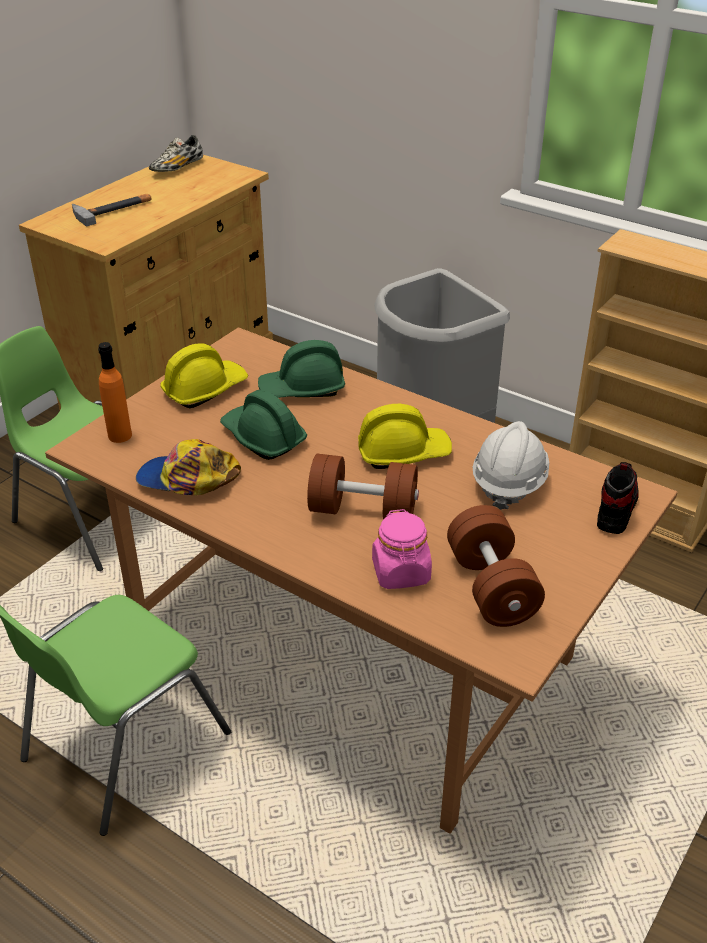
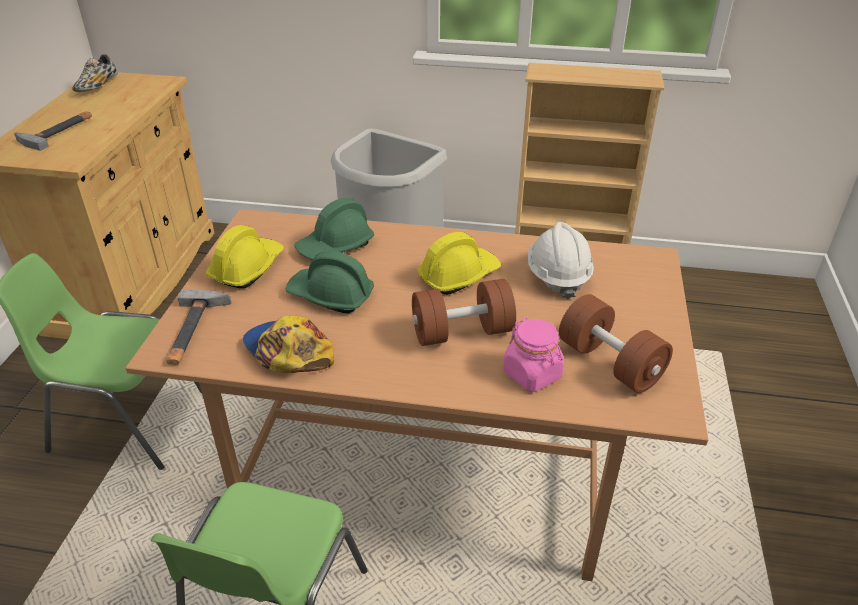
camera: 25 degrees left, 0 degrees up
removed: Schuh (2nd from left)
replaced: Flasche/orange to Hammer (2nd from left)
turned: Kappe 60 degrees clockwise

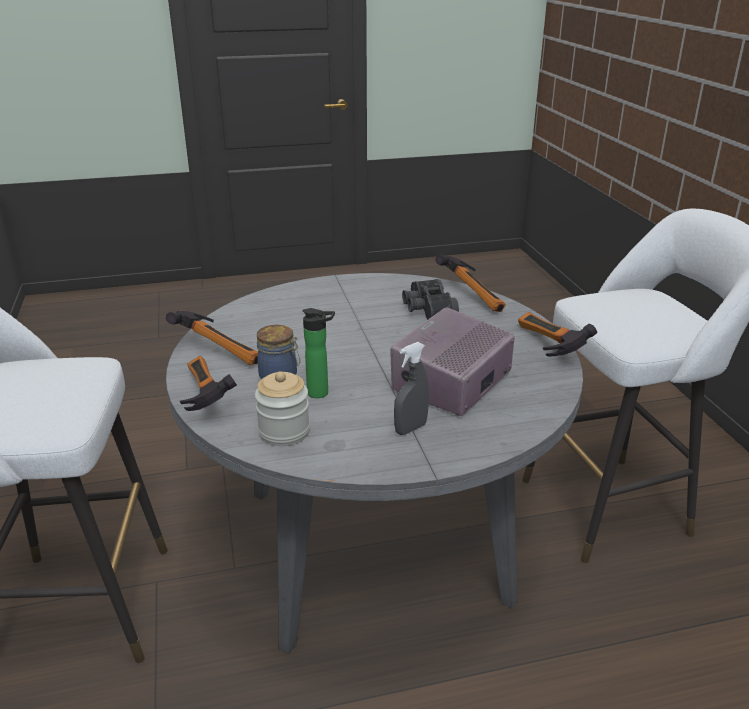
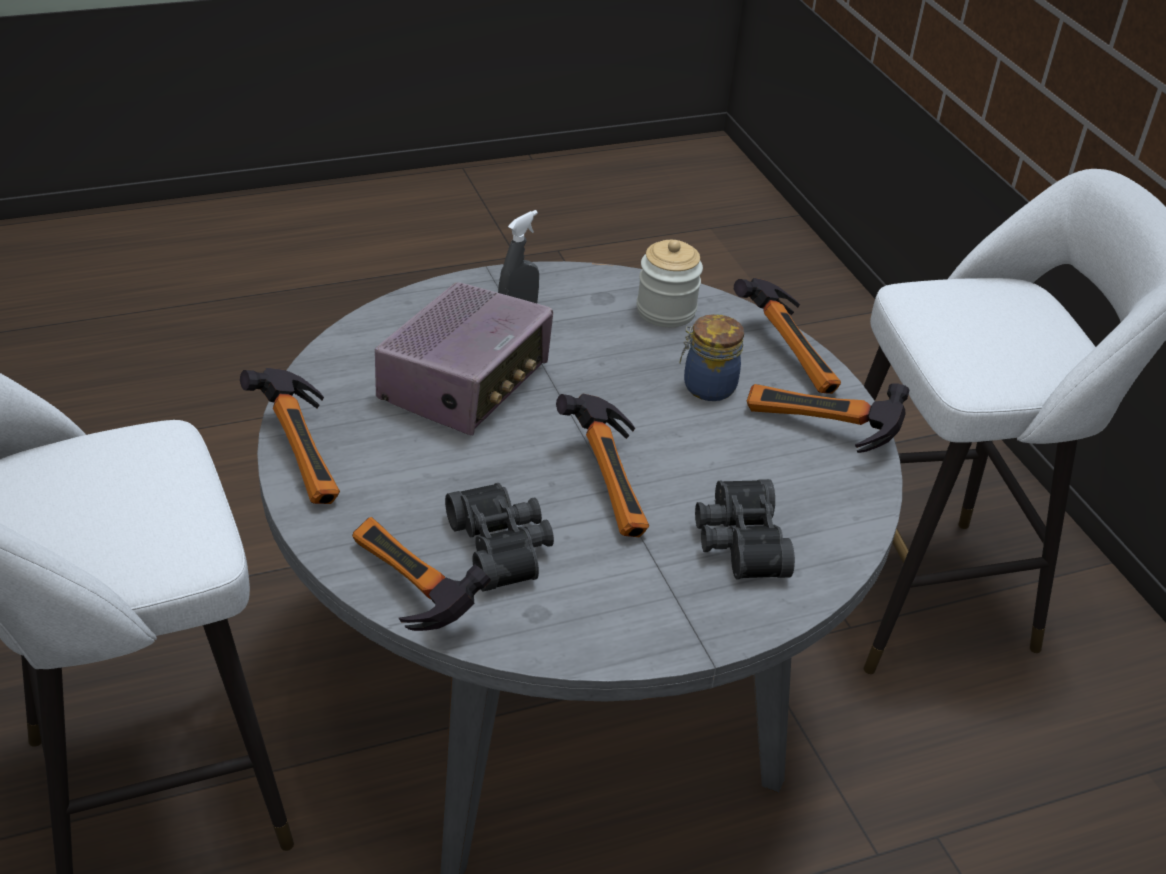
camera: 170 degrees right, 10 degrees up
removed: Flasche
added: Hammer (3rd from left); Fernglas/schwarz (2nd from left)

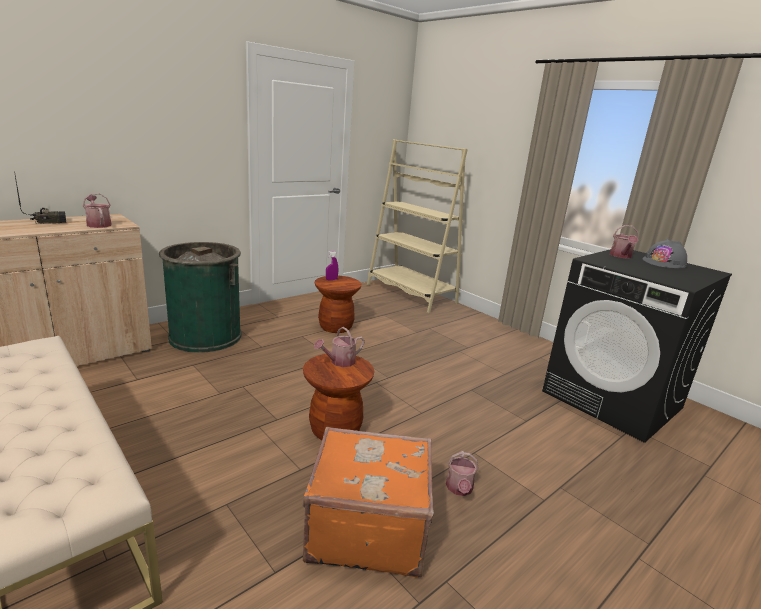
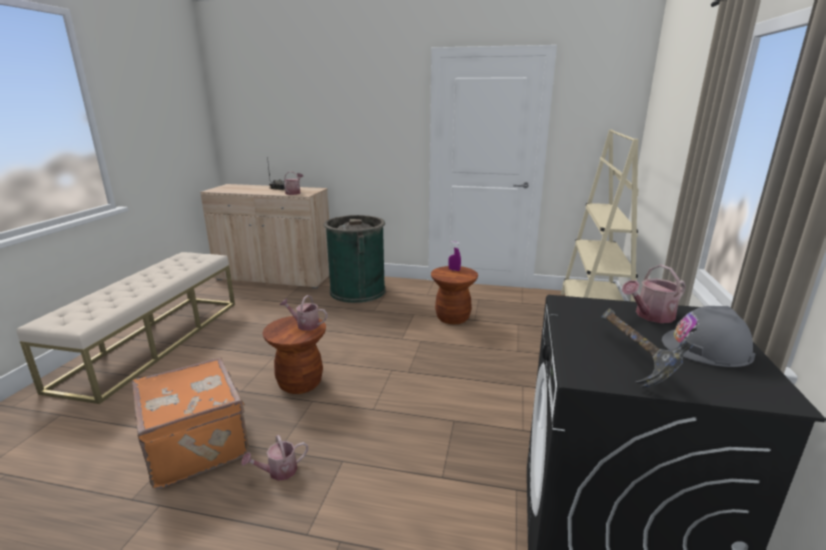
camera: 55 degrees right, 0 degrees up
added: Hammer

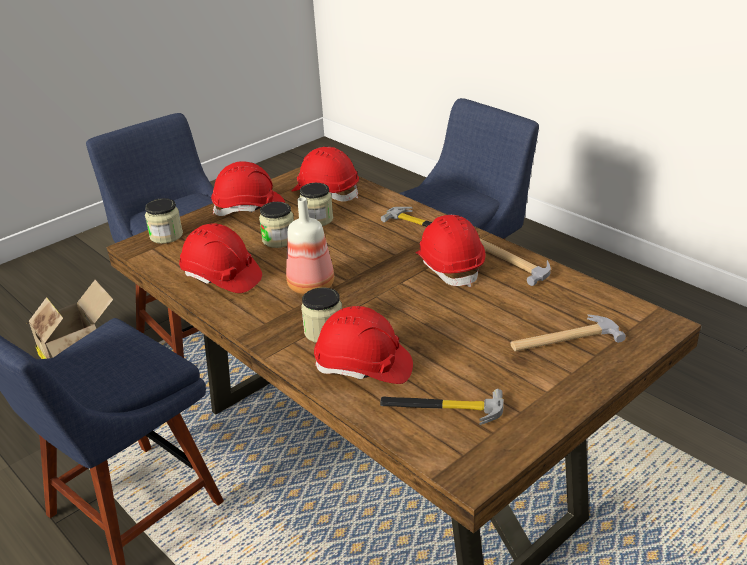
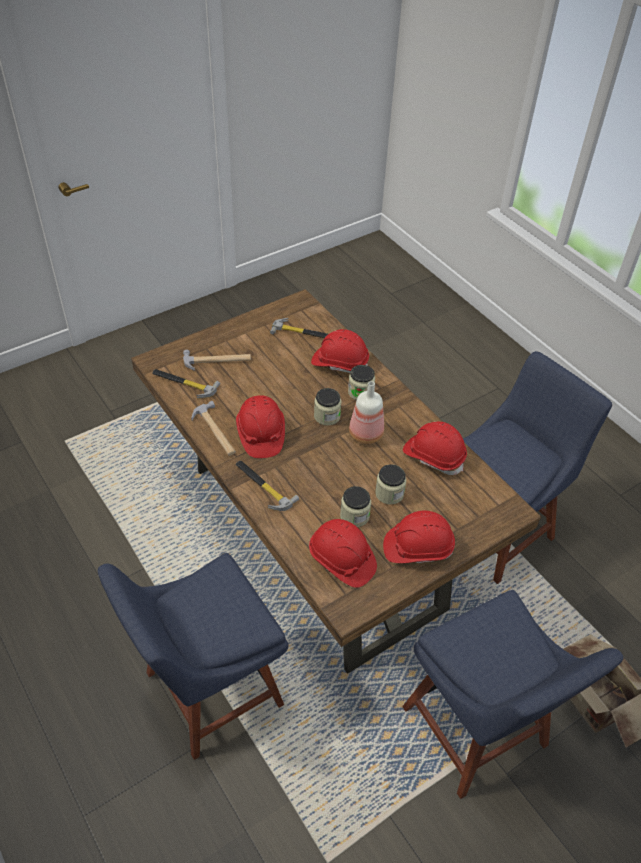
camera: 175 degrees left, 15 degrees up
added: Hammer (1st from left)
moved: Vorratsglas (1st from left)

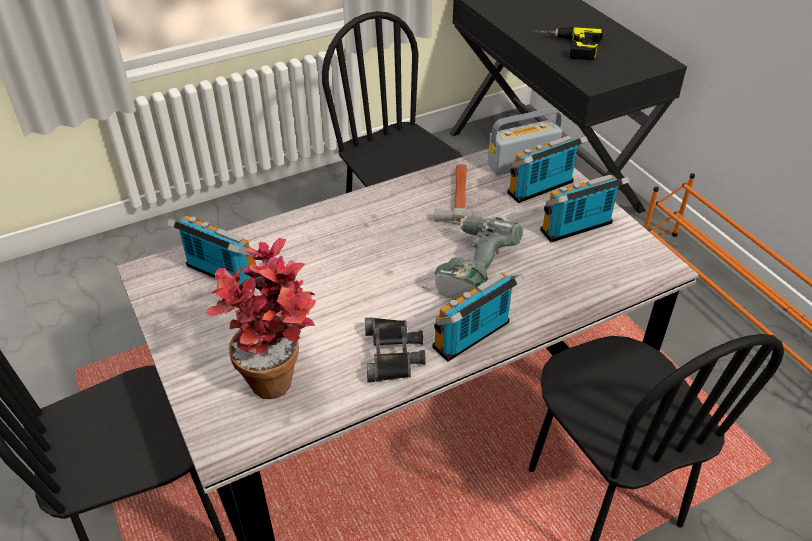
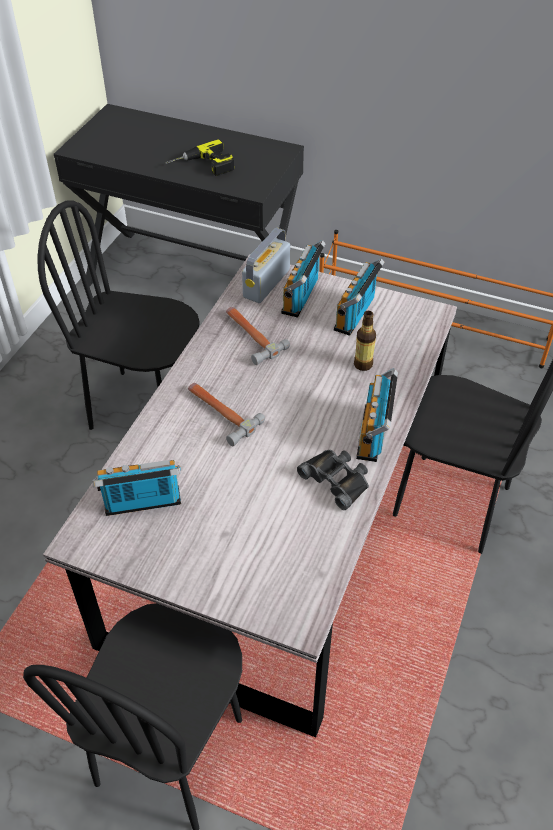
camera: 40 degrees left, 5 degrees up
removed: Topfpflanze; Bohrmaschine (1st from left)
added: Hammer (1st from left); Flasche

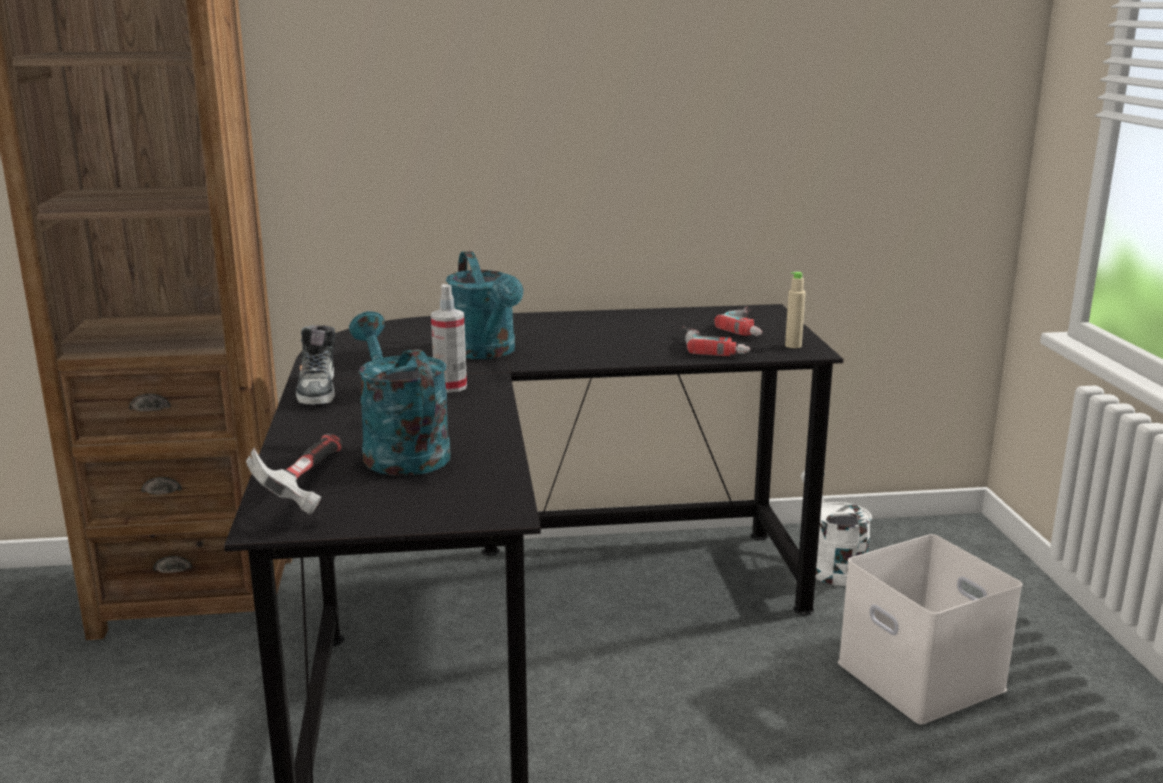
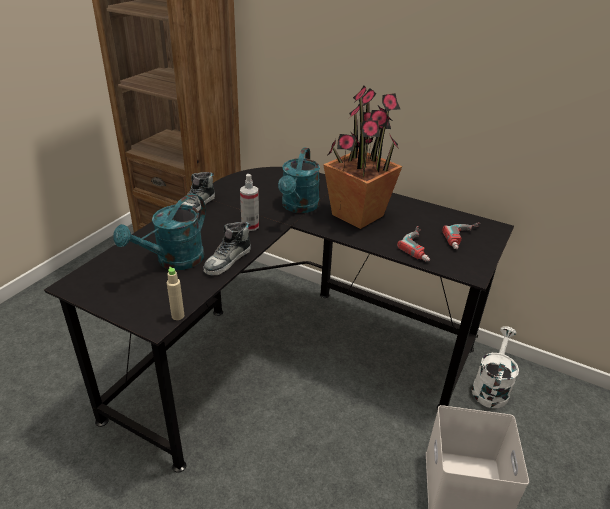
camera: 35 degrees right, 15 degrees up
removed: Hammer
added: Schuh (2nd from left); Topfpflanze
moved: Flasche/beige
turned: Gießkanne/türkis (1st from left) 150 degrees counterclockwise

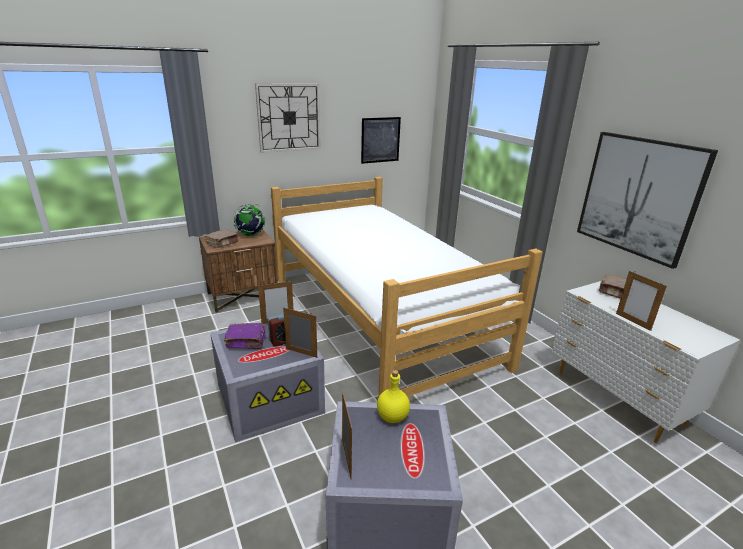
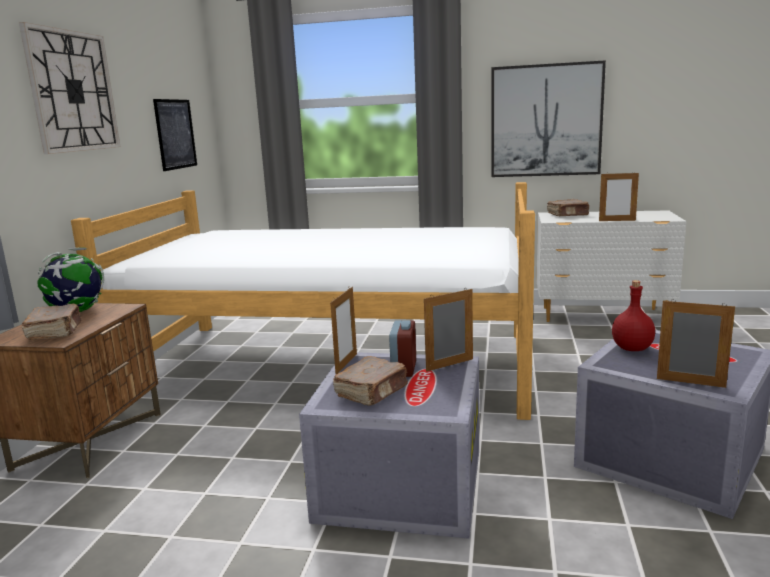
camera: 50 degrees left, 10 degrees down
recoloured: Buch/lila to Buch/braun (2nd from left); Flasche/gelb to Flasche/rot

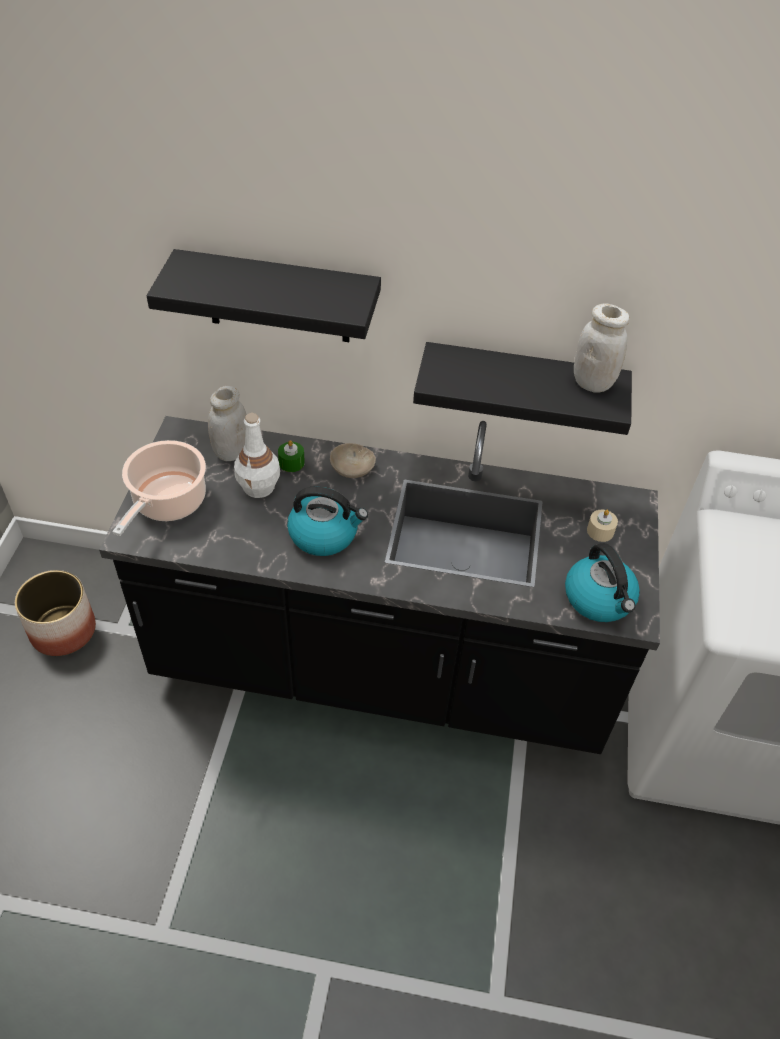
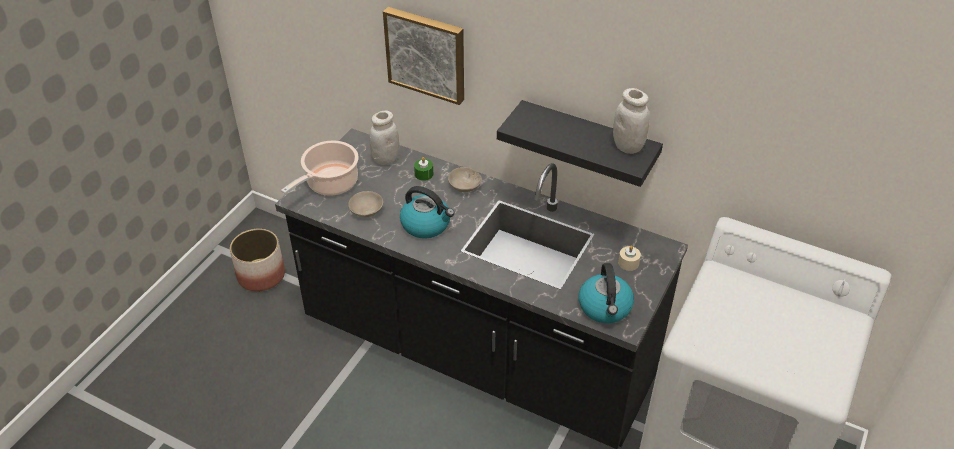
camera: 20 degrees right, 5 degrees down
removed: Flasche/weiß
added: Schüssel/beige (1st from left)
replaced: Wandregal/schwarz (1st from left) to Bild

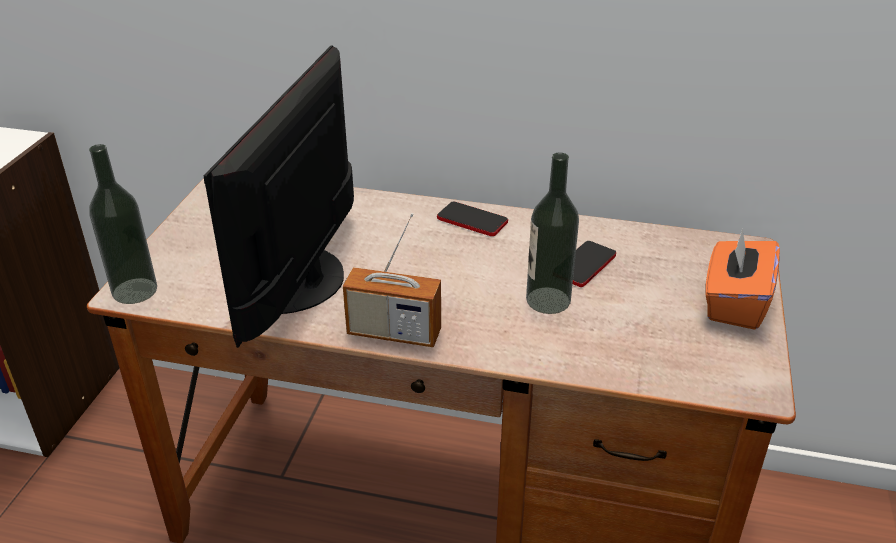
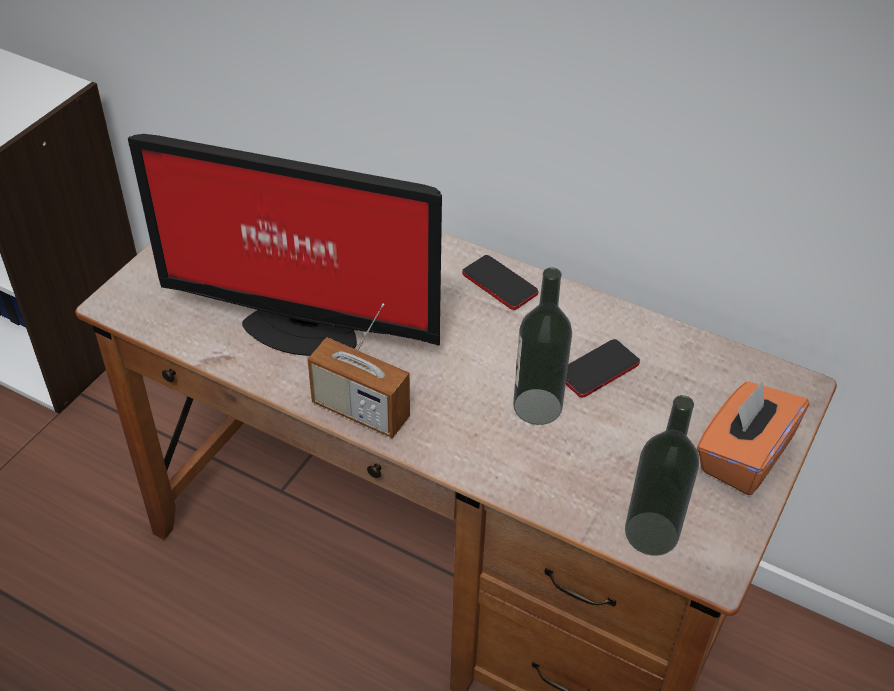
camera: 15 degrees right, 10 degrees up
moved: Flasche (1st from left in the first image) to Flasche (2nd from left)
turned: Monitor 105 degrees counterclockwise

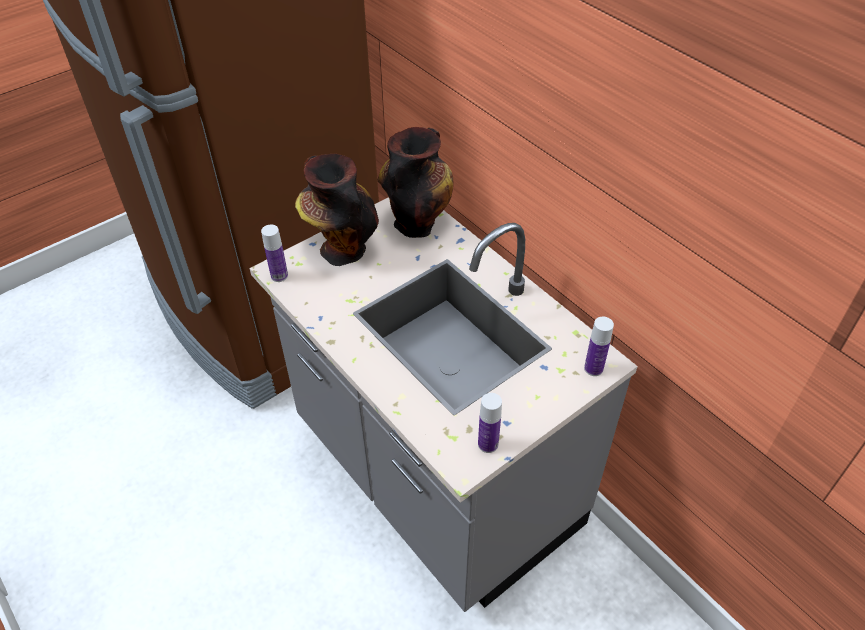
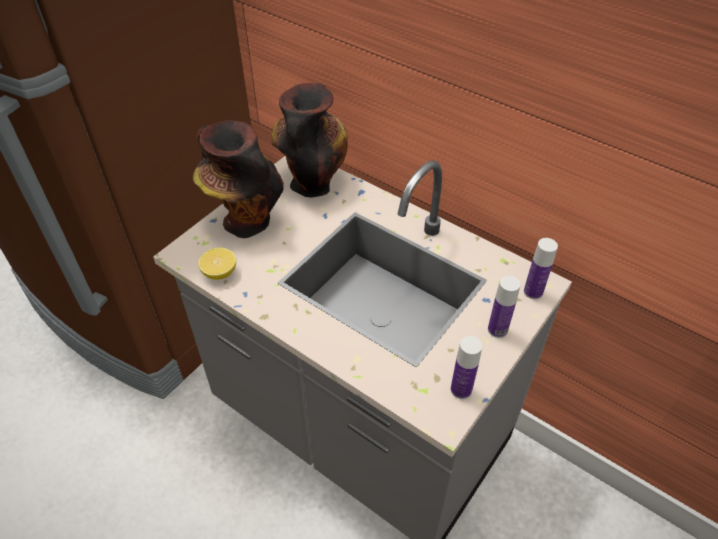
camera: 15 degrees left, 0 degrees up
added: Zitrone
moved: Flasche (1st from left in the first image) to Flasche (2nd from left)

